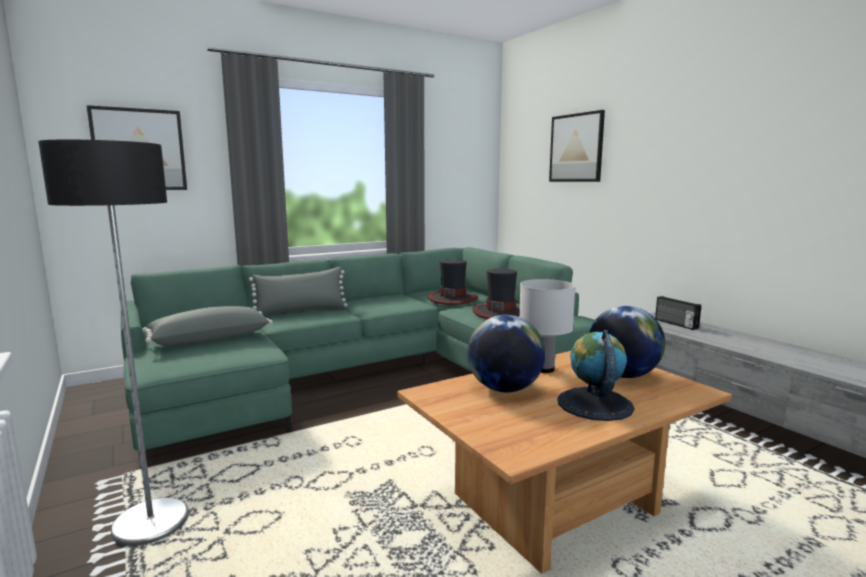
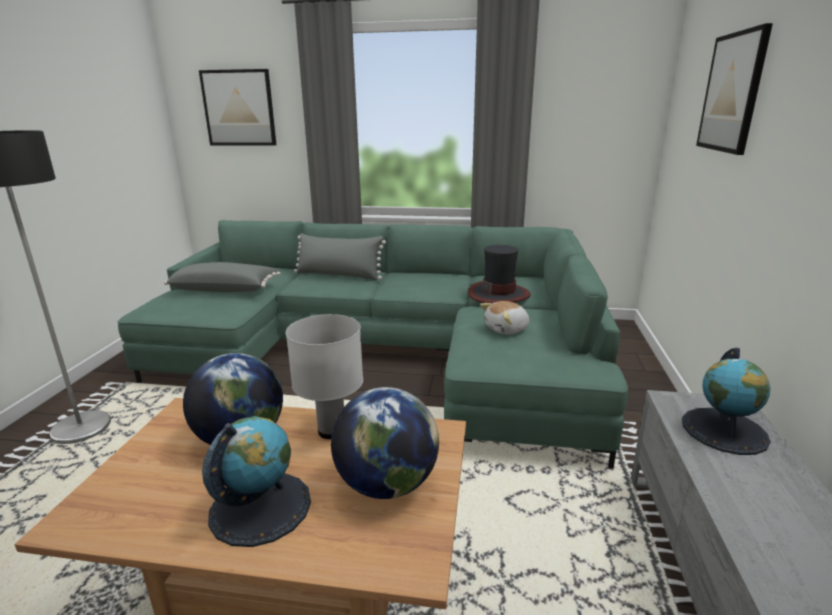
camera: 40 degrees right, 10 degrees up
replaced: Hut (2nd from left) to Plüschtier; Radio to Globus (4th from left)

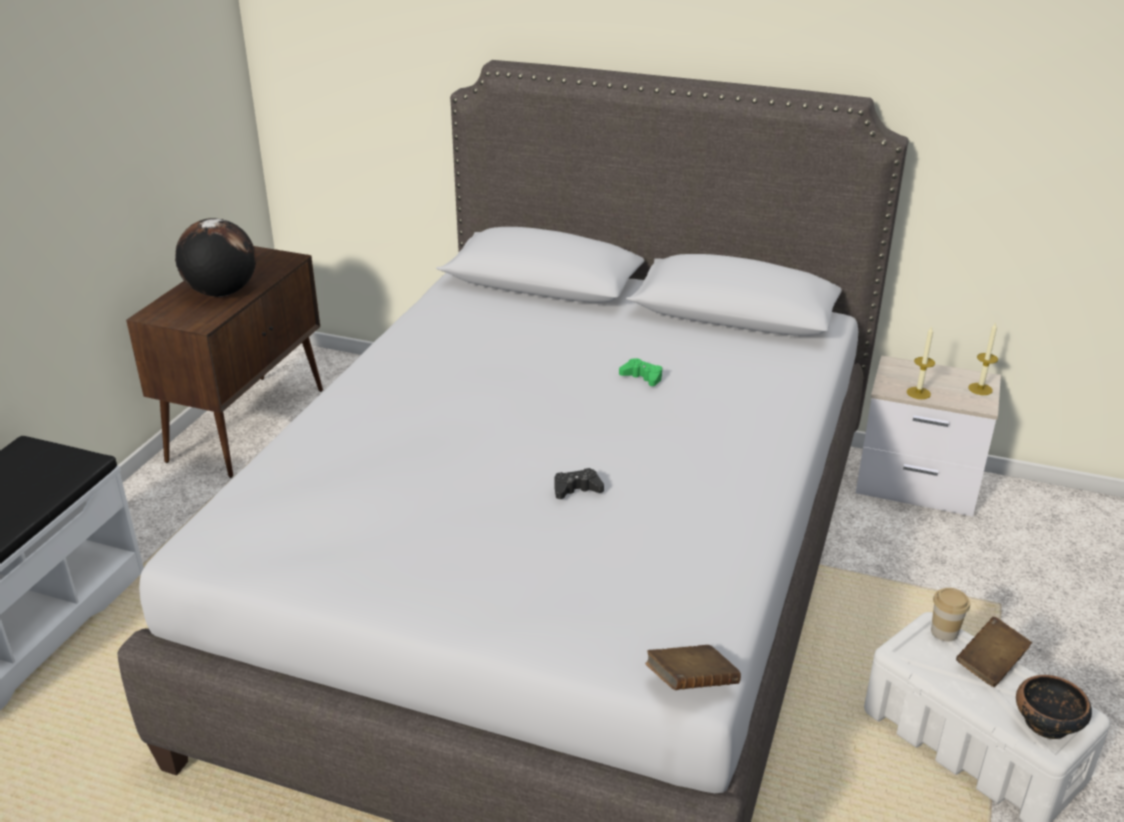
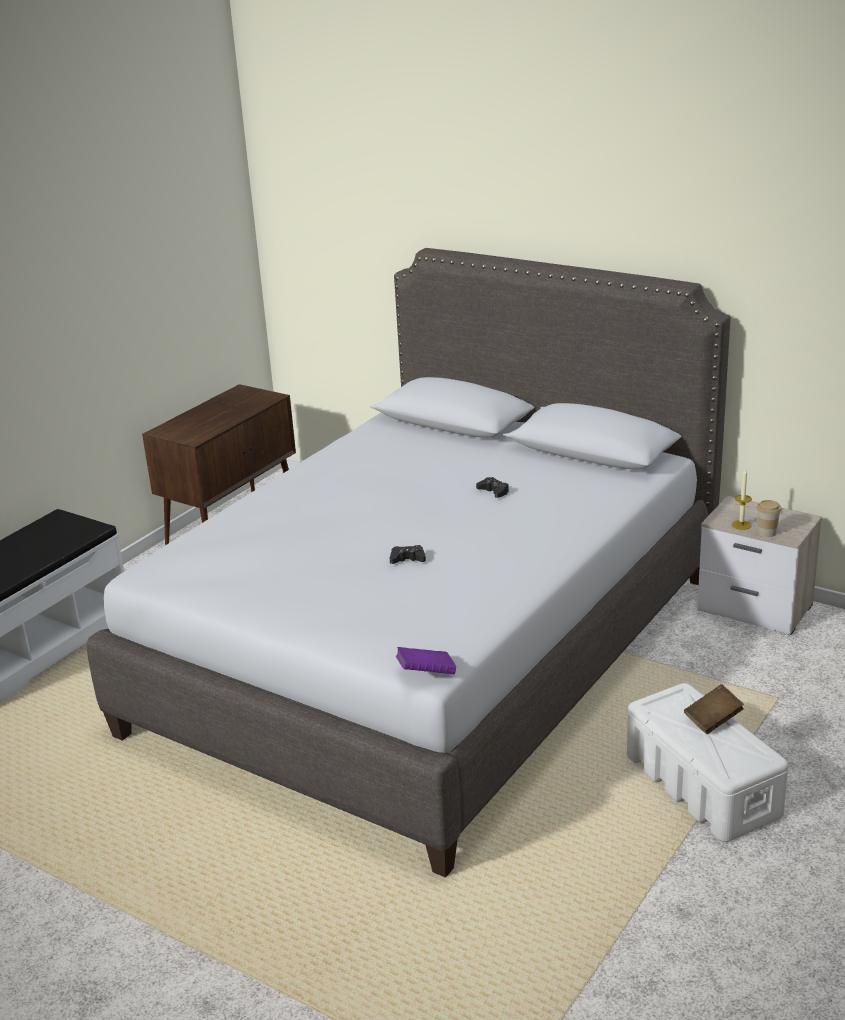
camera: 15 degrees right, 5 degrees down
removed: Globus; Kerze (2nd from left); Schüssel
moved: Tasse
recoloured: Gamepad/grün to Gamepad/schwarz (2nd from left); Buch/braun (1st from left) to Buch/lila

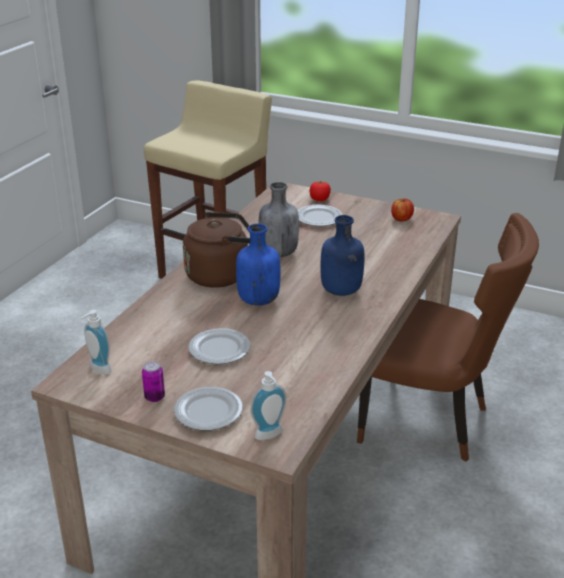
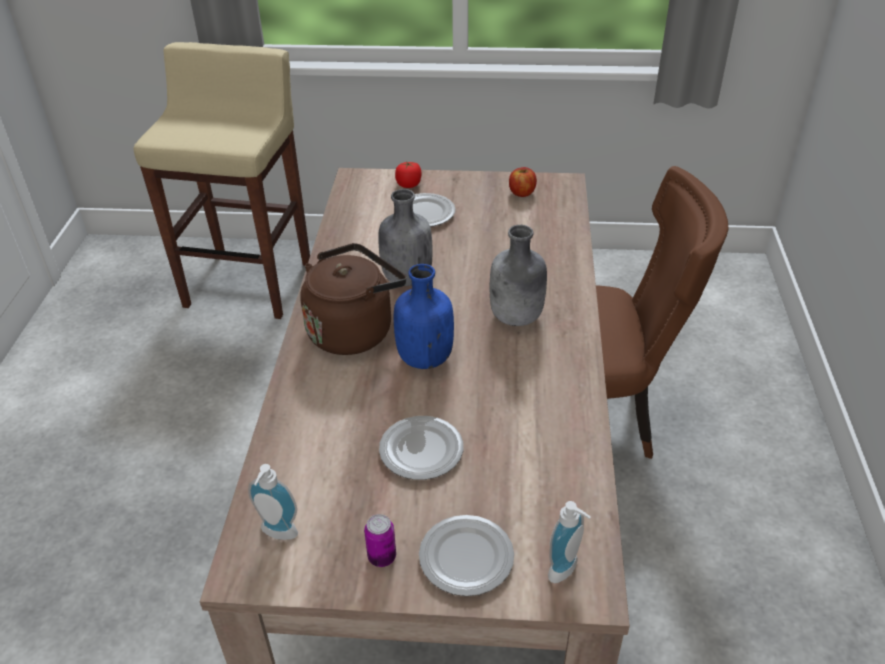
camera: 20 degrees left, 10 degrees up
recoloured: Flasche/blau (2nd from left) to Flasche/grau (2nd from left)

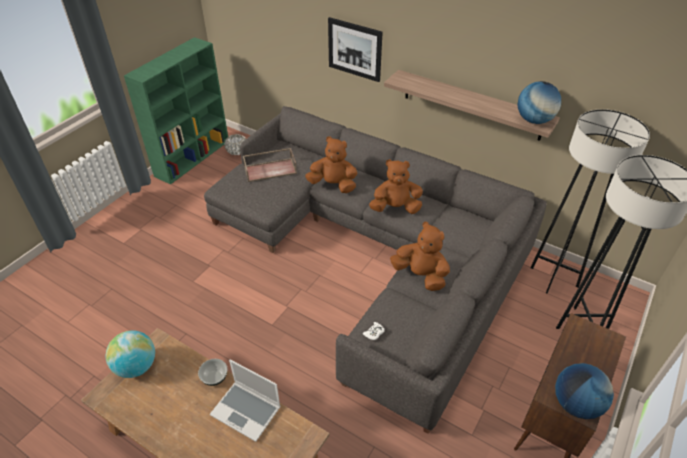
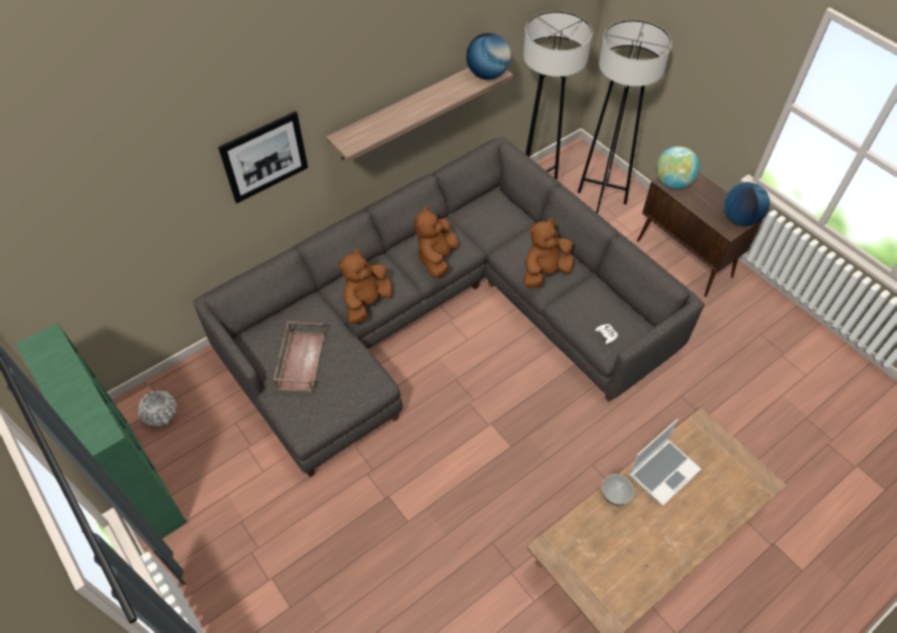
camera: 70 degrees left, 10 degrees up
moved: Globus (1st from left in the first image) to Globus (2nd from left)

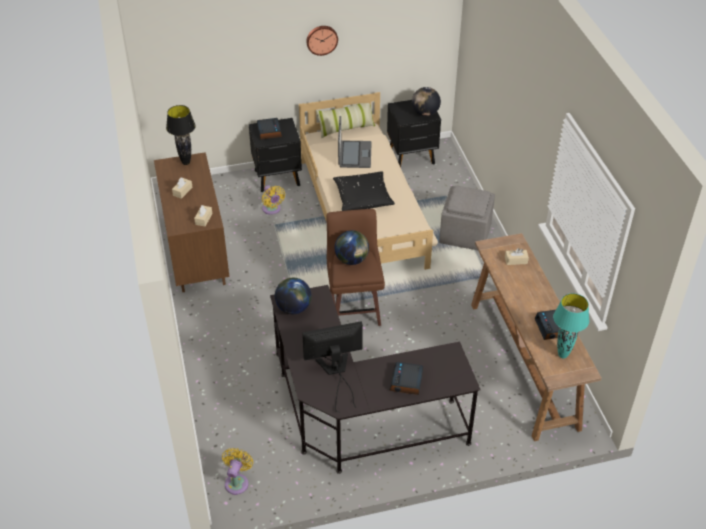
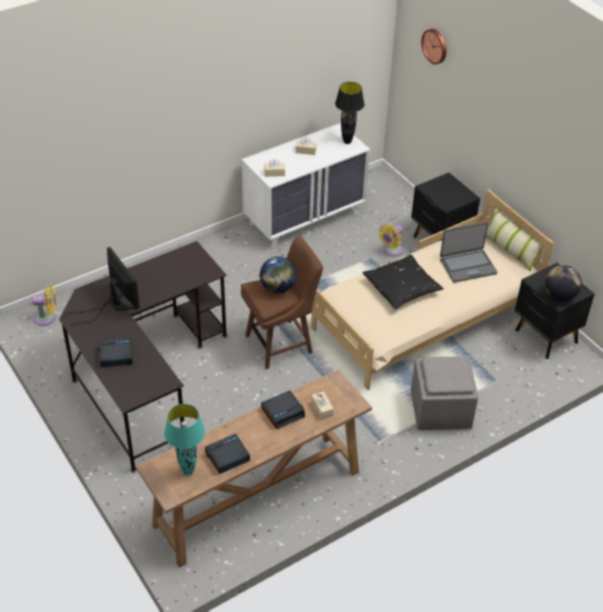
camera: 70 degrees right, 0 degrees up
removed: Globus (1st from left)
moved: Wecker (1st from left in the first image) to Wecker (3rd from left); Wanduhr
recoloured: Kommode/braun to Kommode/weiß

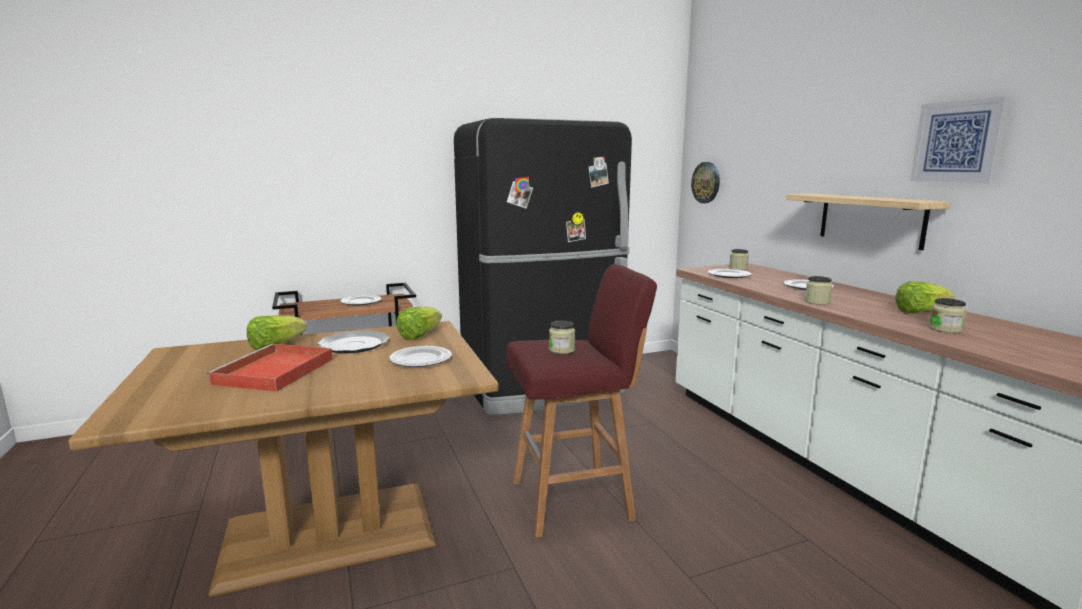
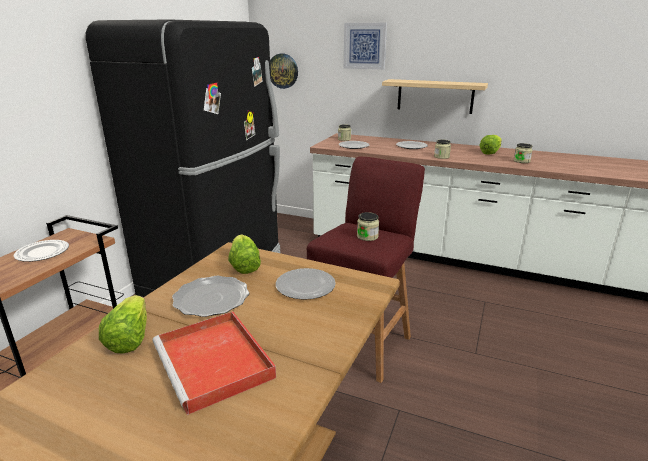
camera: 45 degrees left, 10 degrees up
moved: Bild

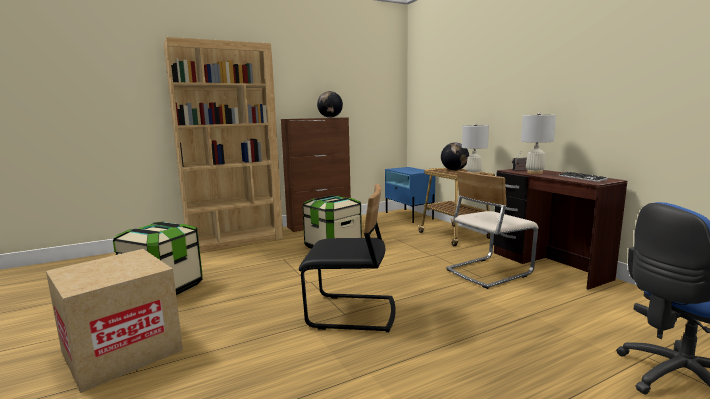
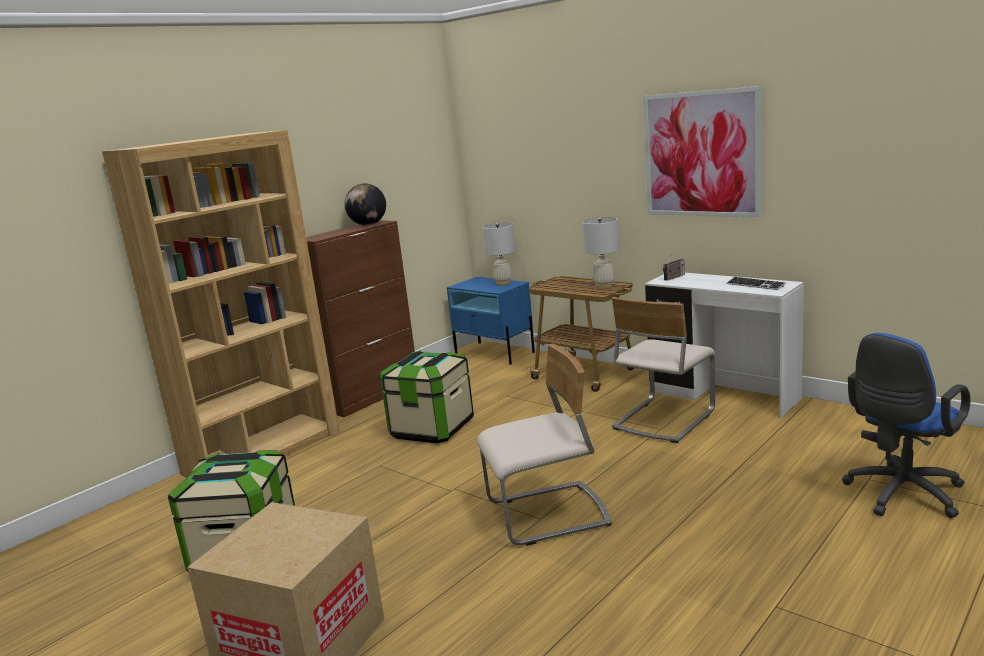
camera: 20 degrees left, 5 degrees up
removed: Globus (2nd from left)
added: Bild
moved: Tischlampe/weiß (2nd from left in the first image) to Tischlampe/weiß (1st from left)
recoloured: Stuhl/schwarz to Stuhl/beige (1st from left); Schreibtisch/braun to Schreibtisch/weiß

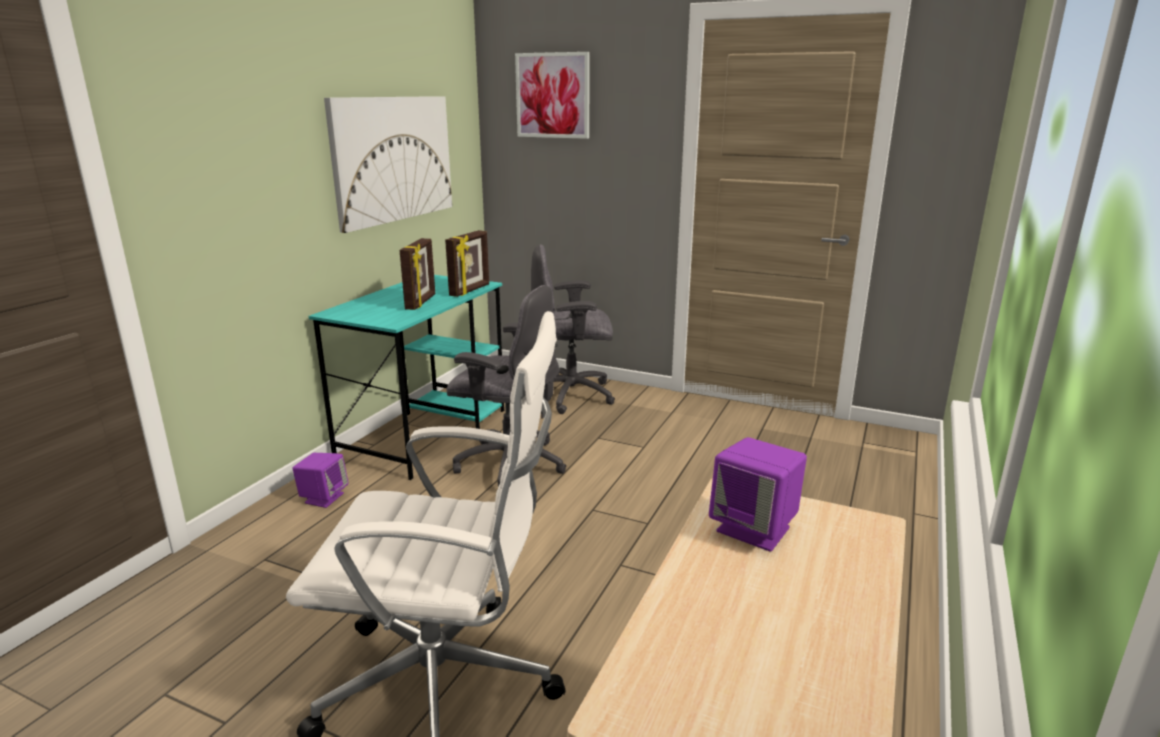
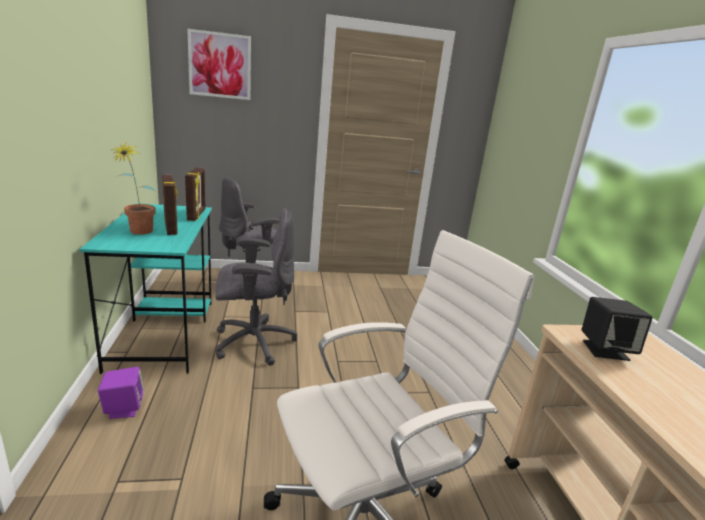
camera: 35 degrees left, 0 degrees up
removed: Bild (1st from left)
added: Topfpflanze
recoloured: Lautsprecher/lila (2nd from left) to Lautsprecher/schwarz

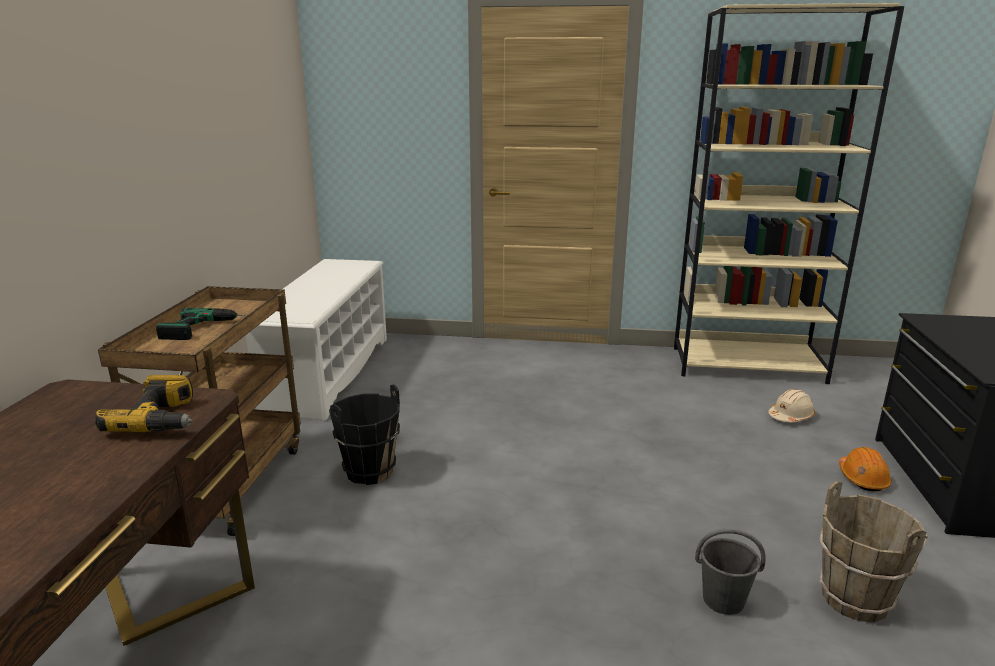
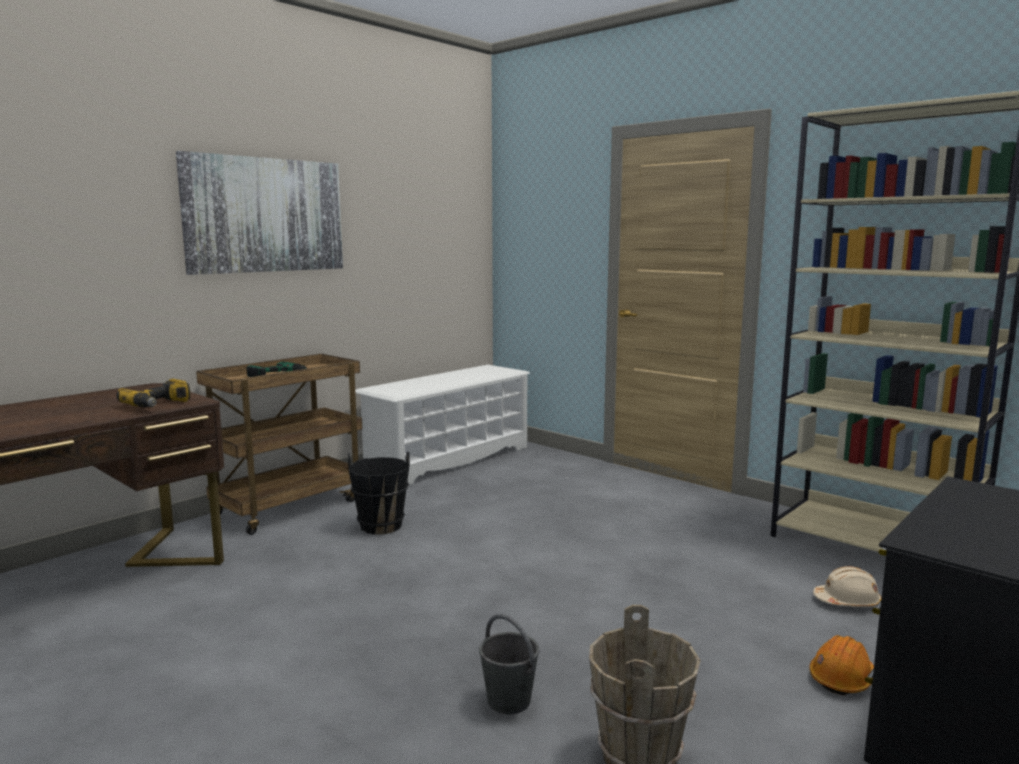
camera: 35 degrees right, 10 degrees down
added: Bild

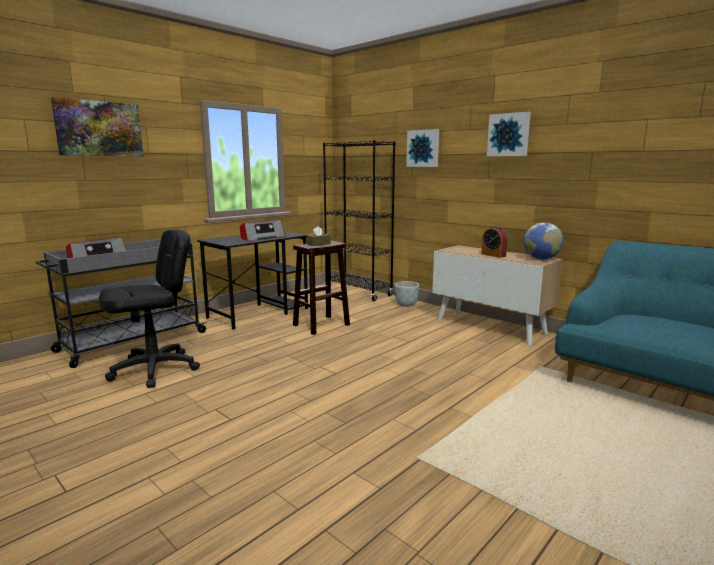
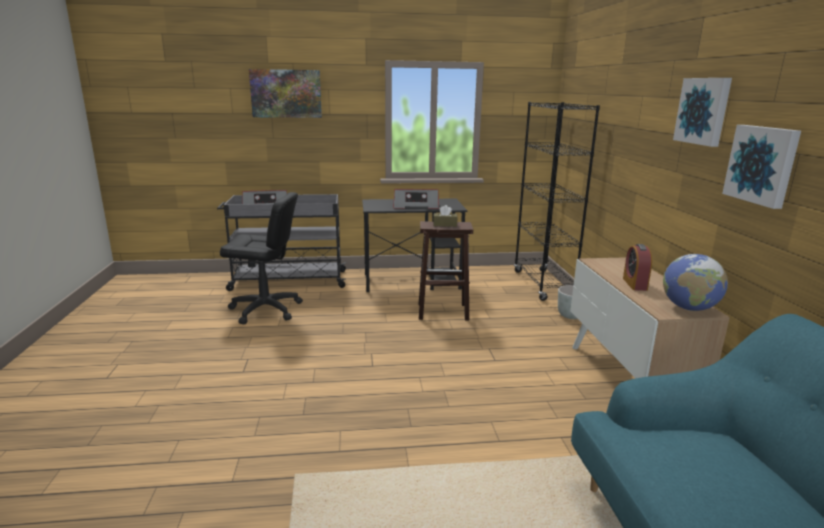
camera: 40 degrees right, 5 degrees up
moved: Bild (2nd from left in the first image) to Bild (3rd from left)

